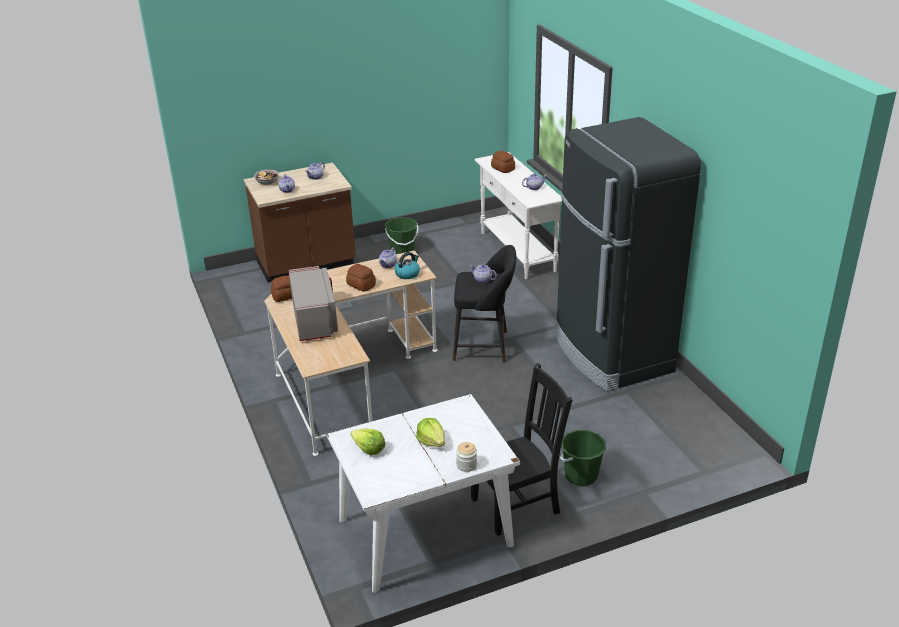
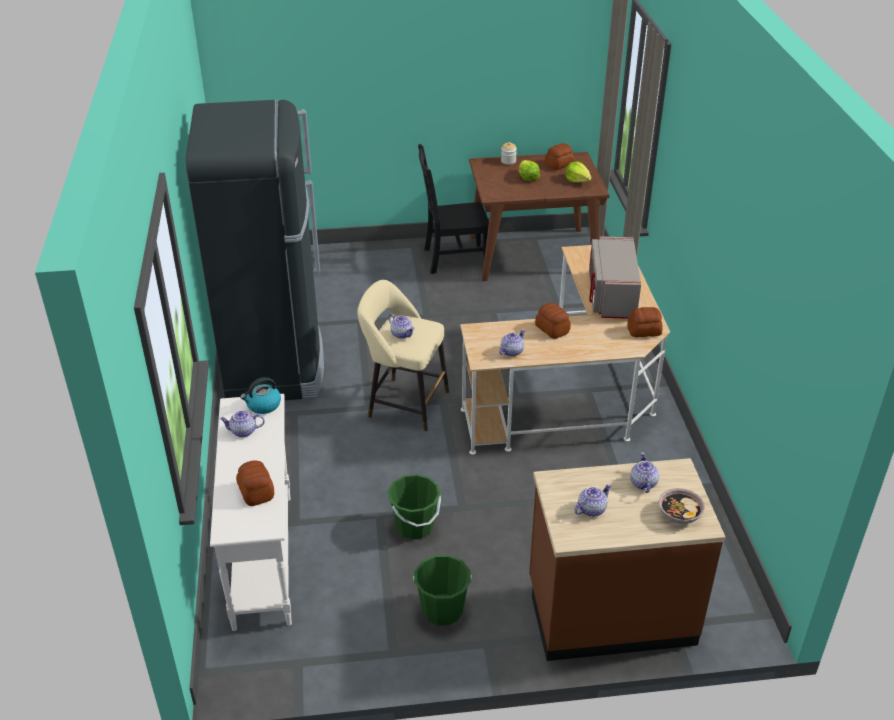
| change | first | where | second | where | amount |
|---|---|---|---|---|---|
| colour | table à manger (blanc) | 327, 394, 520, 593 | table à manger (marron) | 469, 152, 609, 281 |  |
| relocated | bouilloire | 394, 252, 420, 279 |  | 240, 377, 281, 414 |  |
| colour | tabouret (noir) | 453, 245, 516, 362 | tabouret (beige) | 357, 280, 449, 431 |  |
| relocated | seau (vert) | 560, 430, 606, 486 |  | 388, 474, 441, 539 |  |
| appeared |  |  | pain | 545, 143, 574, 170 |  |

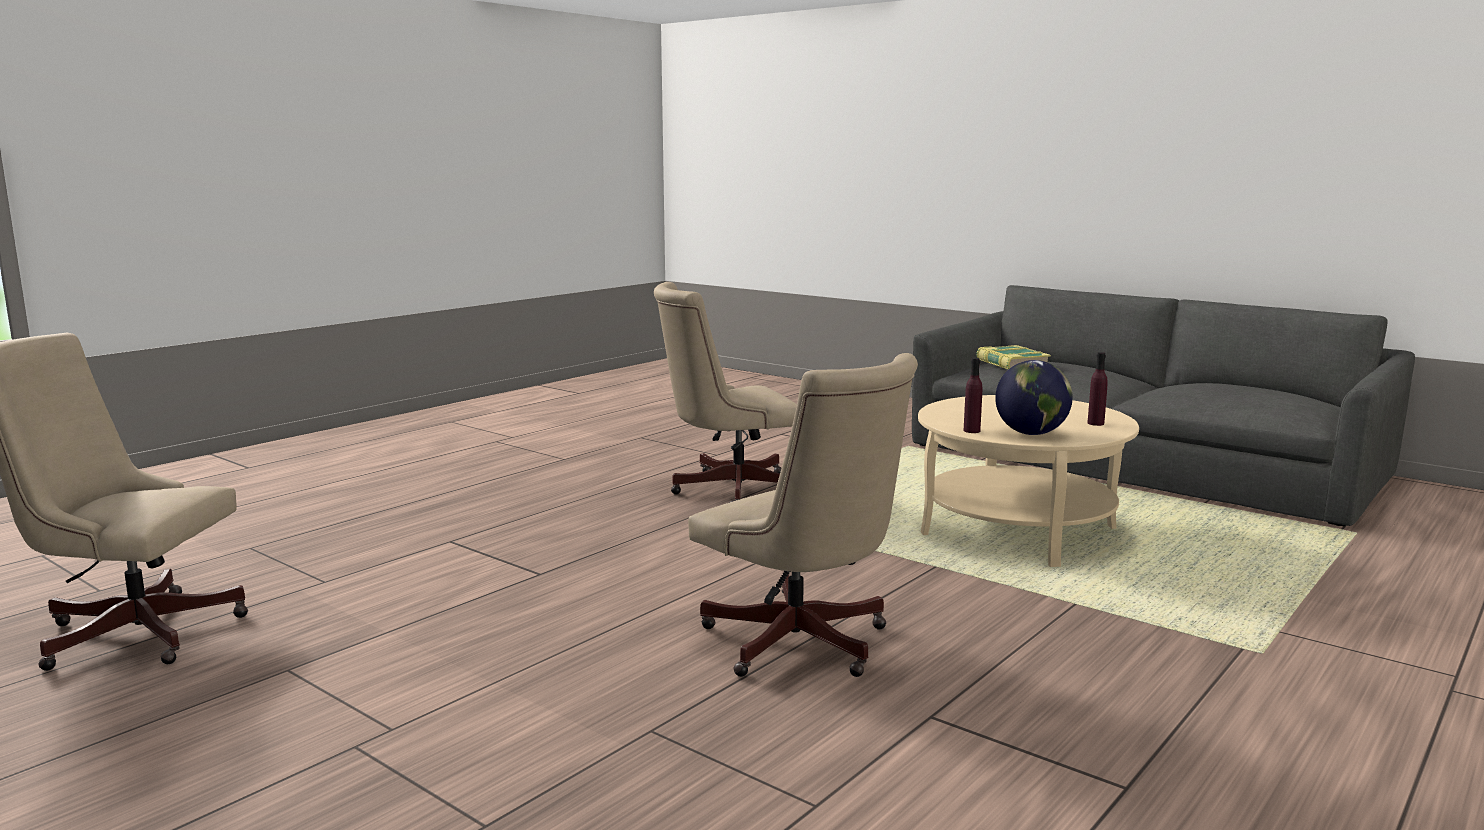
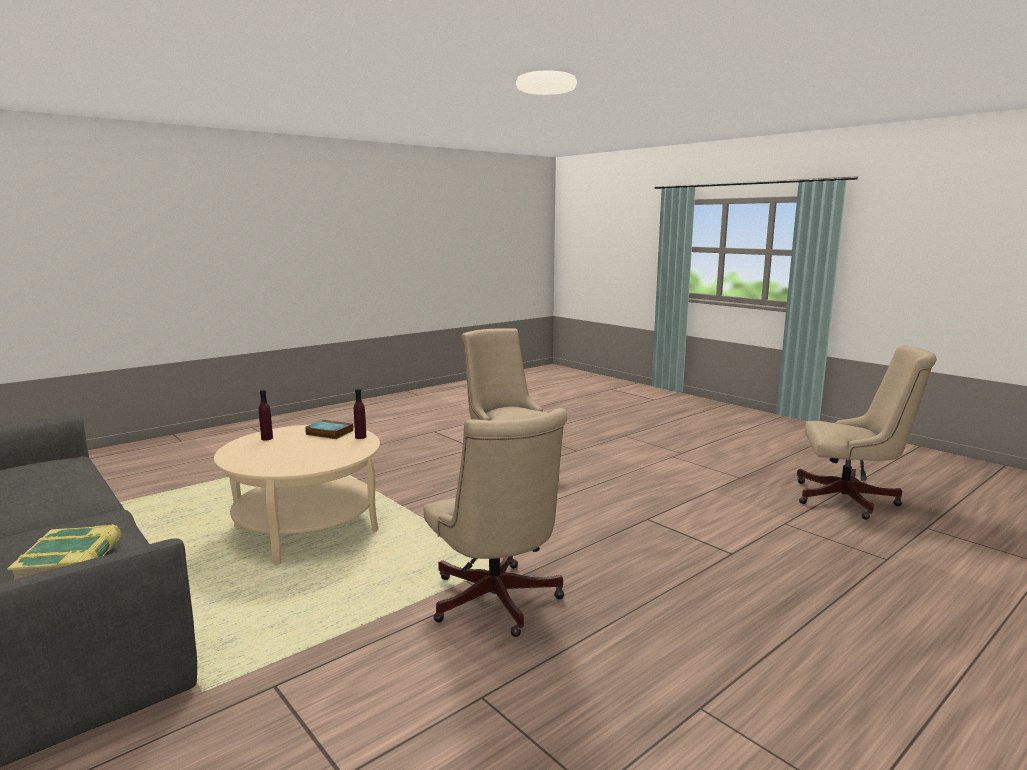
| change | first | where | second | where | amount |
|---|---|---|---|---|---|
| spun | chaise de bureau (beige) | 654, 282, 797, 503 |  | 423, 408, 568, 637 | 75 degrees clockwise |
| exchanged | globe | 995, 360, 1073, 435 | livre | 305, 420, 353, 439 |  |

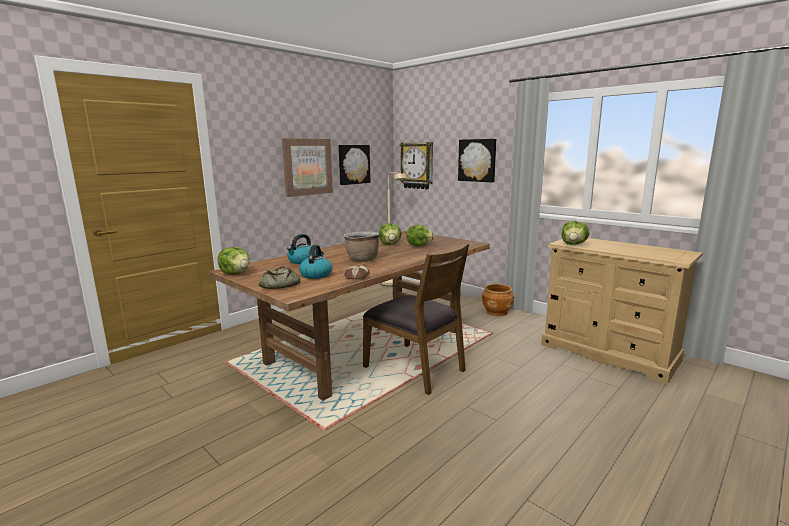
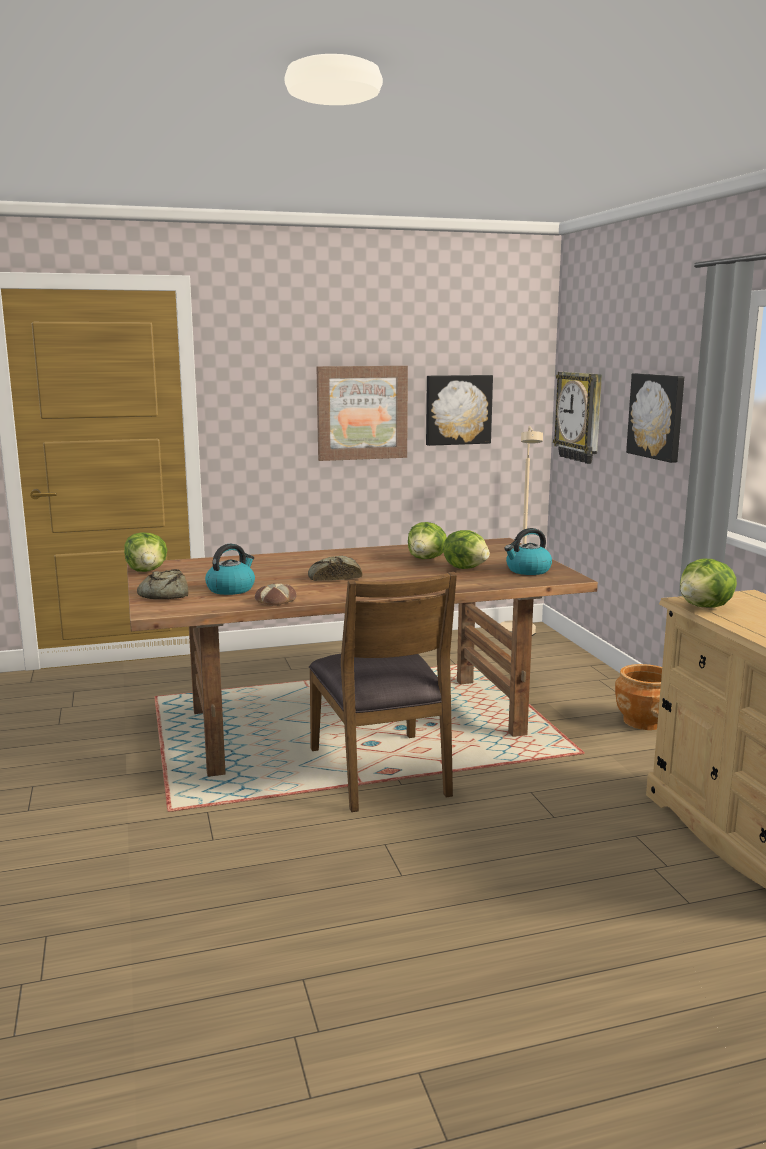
| change | first | where | second | where | amount |
|---|---|---|---|---|---|
| relocated | bouilloire | 287, 234, 317, 264 |  | 504, 528, 552, 575 |  |
| exchanged | marmite (marron) | 344, 231, 379, 261 | pain | 308, 556, 362, 581 |  |

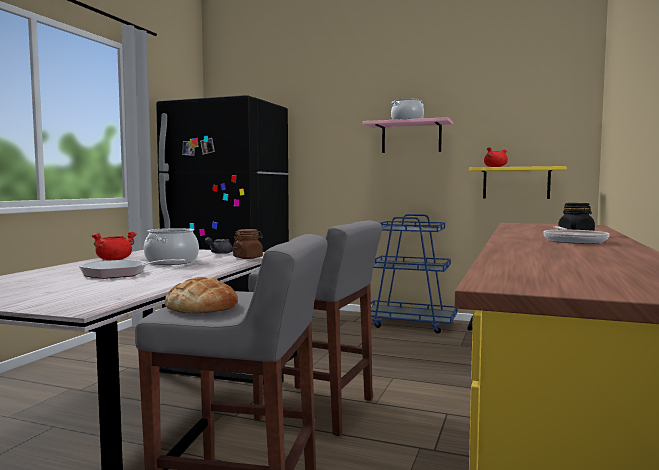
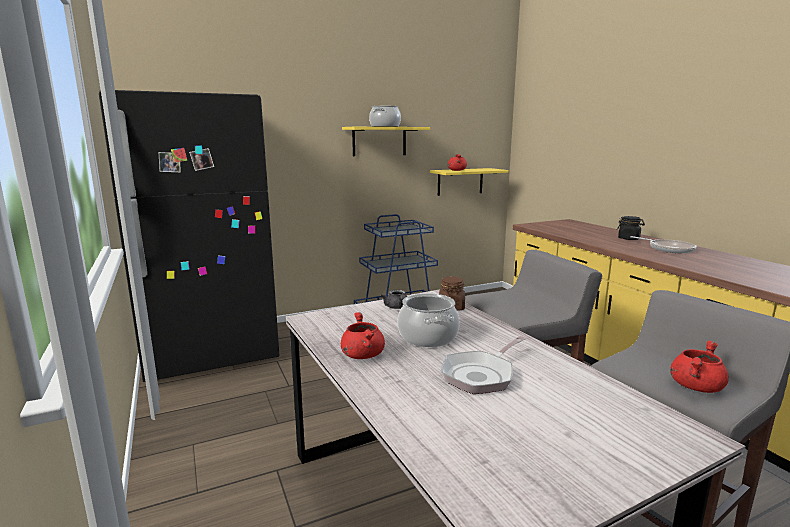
| change | first | where | second | where | amount |
|---|---|---|---|---|---|
| exchanged | pain | 165, 277, 238, 313 | marmite (rouge) | 670, 341, 729, 393 |  |
| colour | étagère (rose) | 363, 117, 453, 153 | étagère (jaune) | 342, 127, 430, 156 |  |

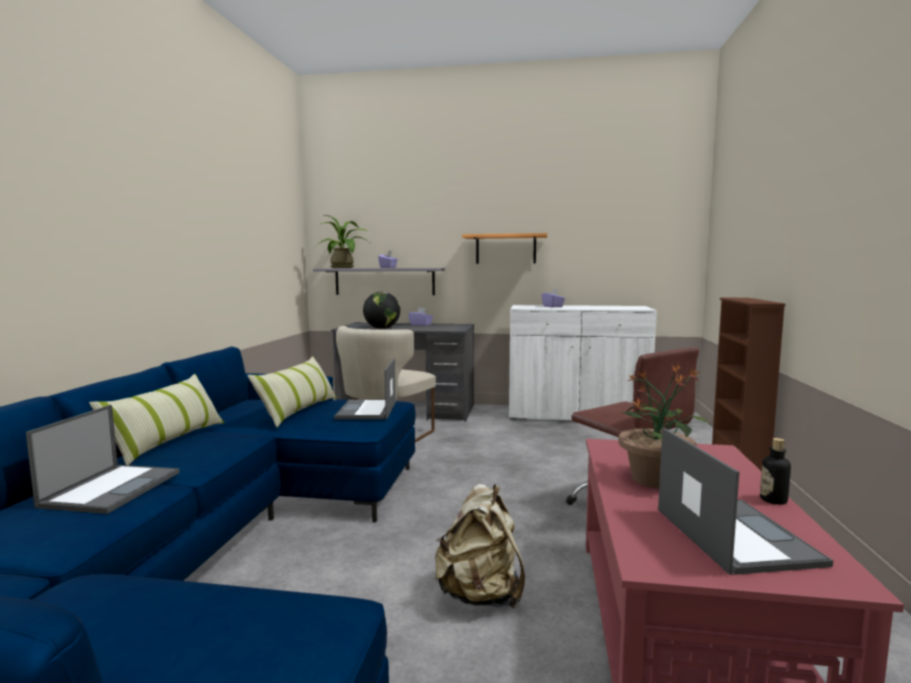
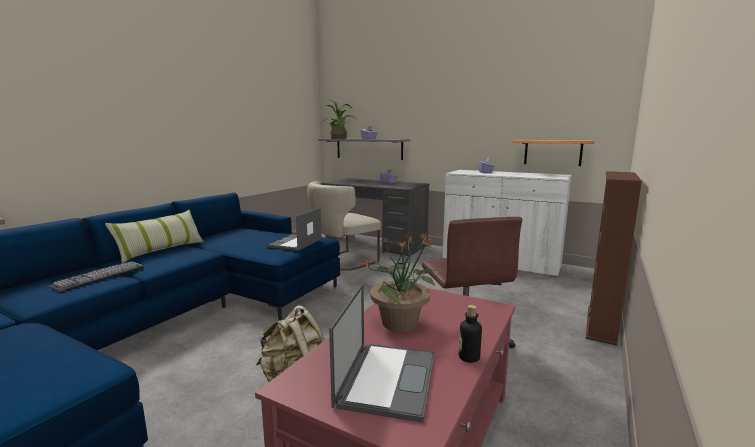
| change | first | where | second | where | amount |
|---|---|---|---|---|---|
| exchanged | ordinateur portable | 26, 405, 180, 514 | clavier | 49, 262, 145, 292 |  |
| missing | coussin | 247, 356, 337, 427 |  |  |  |
| missing | globe | 363, 292, 400, 329 |  |  |  |
| relocated | étagère | 462, 233, 547, 264 |  | 512, 140, 595, 166 |  |

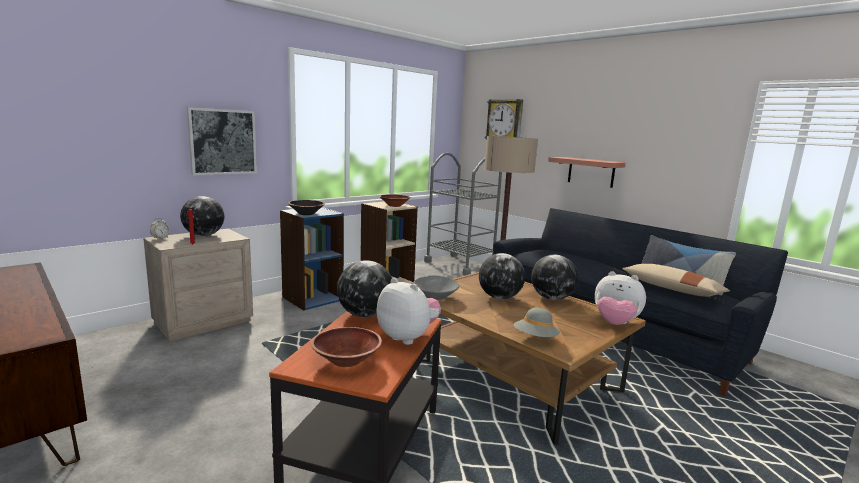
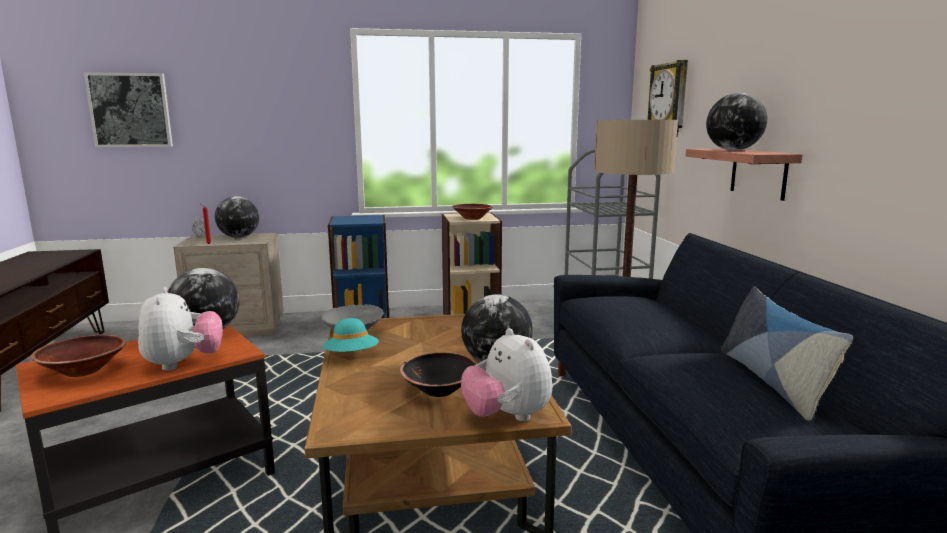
| change | first | where | second | where | amount |
|---|---|---|---|---|---|
| relocated | tableau | 187, 107, 257, 175 |  | 84, 72, 173, 147 |  |
| relocated | bol (noir) | 288, 200, 325, 215 |  | 400, 353, 477, 397 |  |
| relocated | globe | 479, 253, 525, 299 |  | 706, 93, 767, 151 |  |
| missing | chapeau (gris) | 514, 308, 560, 337 |  |  |  |
| missing | coussin (beige) | 622, 264, 730, 297 |  |  |  |
| appeared |  |  | chapeau (turquoise) | 323, 318, 379, 352 |  |

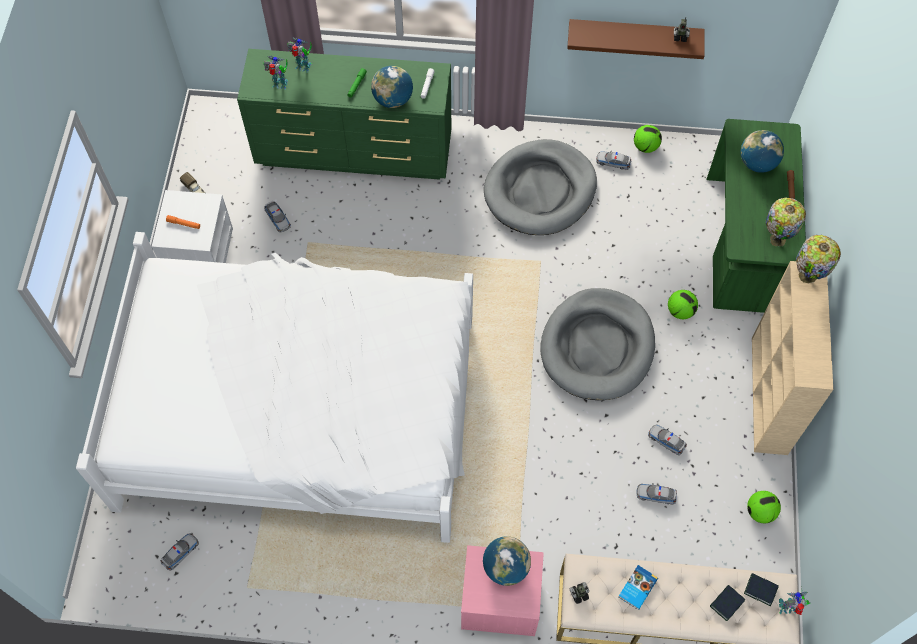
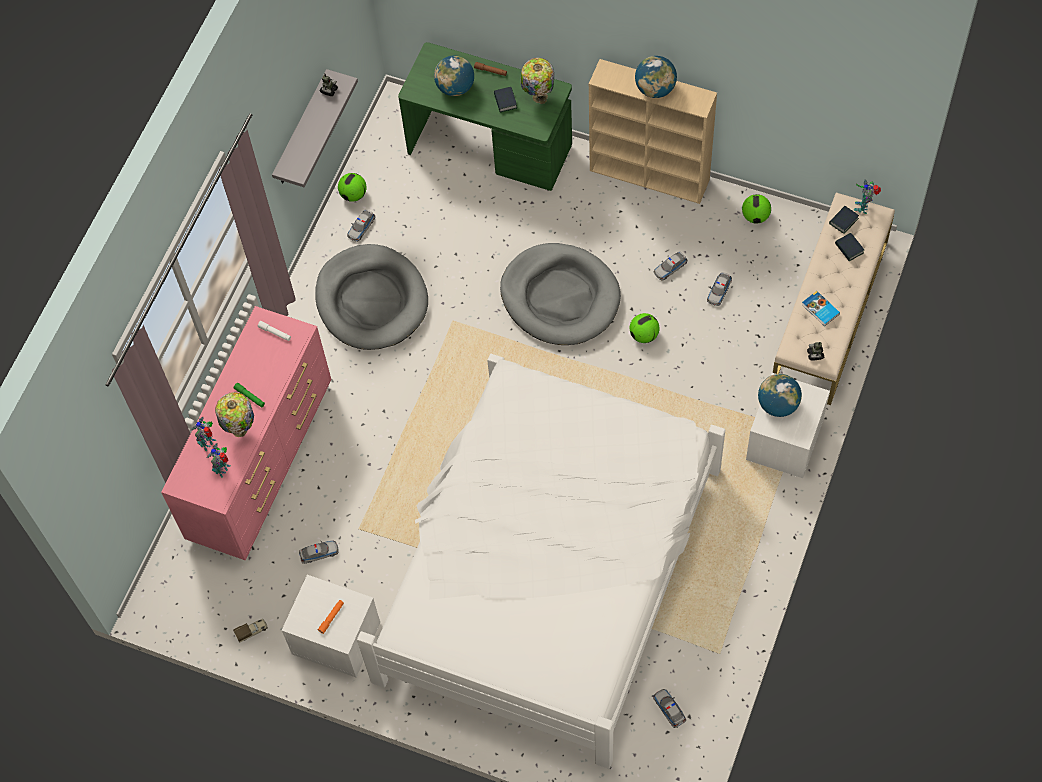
| change | first | where | second | where | amount |
|---|---|---|---|---|---|
| colour | commode (vert) | 237, 49, 451, 180 | commode (rose) | 161, 306, 332, 560 |  |
| relocated | globe | 371, 66, 413, 108 |  | 635, 56, 677, 98 |  |
| colour | table de chevet (rose) | 461, 545, 544, 636 | table de chevet (blanc) | 746, 373, 830, 478 |  |
| colour | étagère (marron) | 567, 19, 705, 59 | étagère (gris) | 272, 69, 358, 187 |  |
| relocated | ballon de foot | 668, 290, 698, 319 |  | 630, 313, 660, 343 |  |
| relocated | lampe de table | 796, 235, 841, 283 |  | 215, 392, 254, 437 |  |
| appeared |  |  | livre | 494, 87, 517, 112 |  |

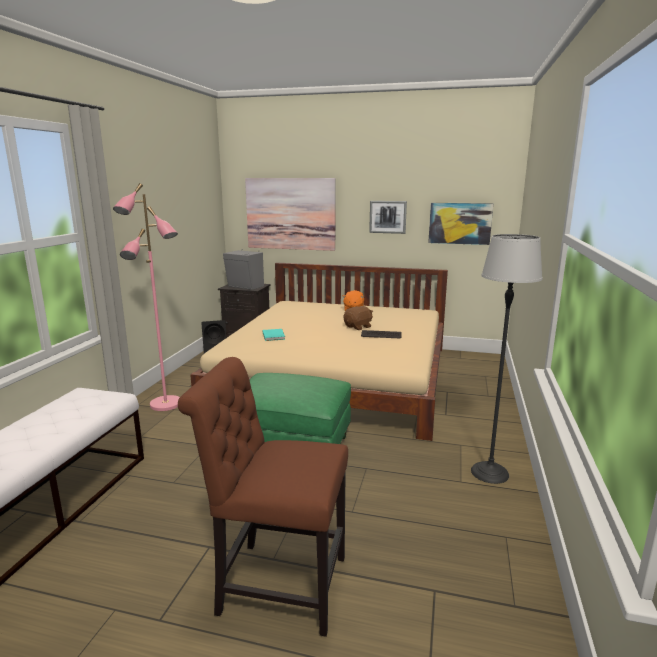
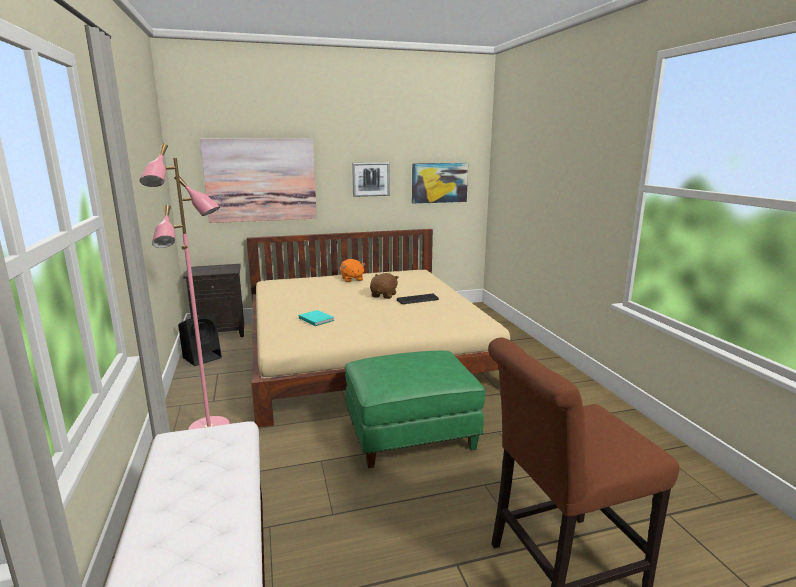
| change | first | where | second | where | amount |
|---|---|---|---|---|---|
| missing | enceinte (gris) | 223, 249, 264, 290 |  |  |  |
| missing | lampadaire | 471, 234, 542, 484 |  |  |  |

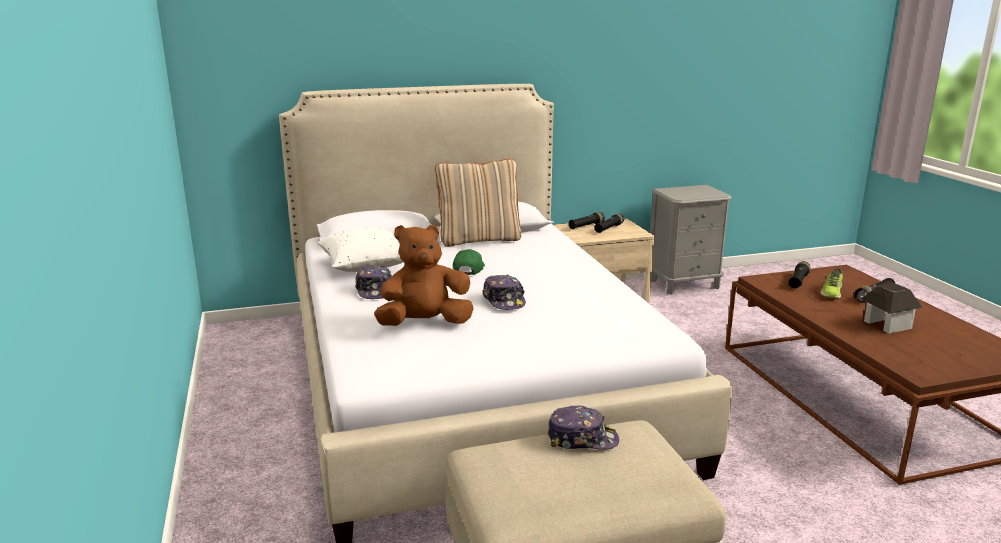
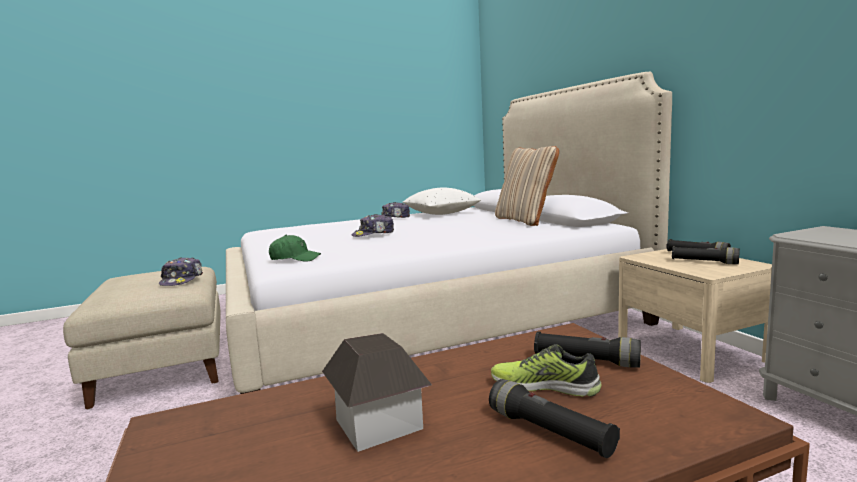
| change | first | where | second | where | amount |
|---|---|---|---|---|---|
| missing | peluche (marron) | 374, 225, 474, 326 |  |  |  |
| relocated | casquette (vert) | 453, 249, 485, 275 |  | 269, 235, 321, 262 |  |

